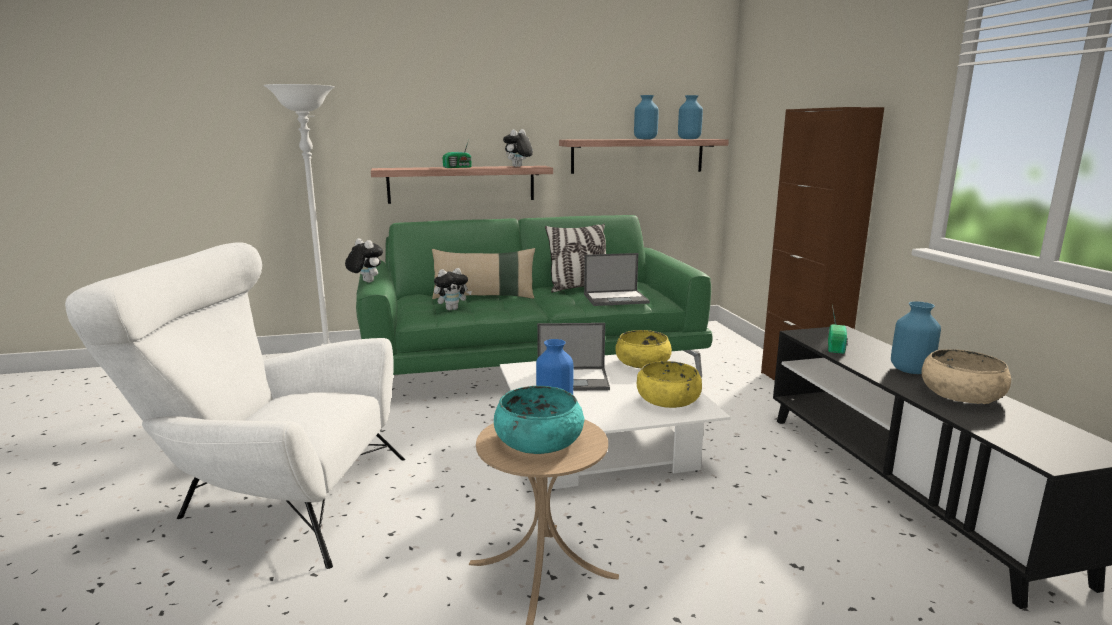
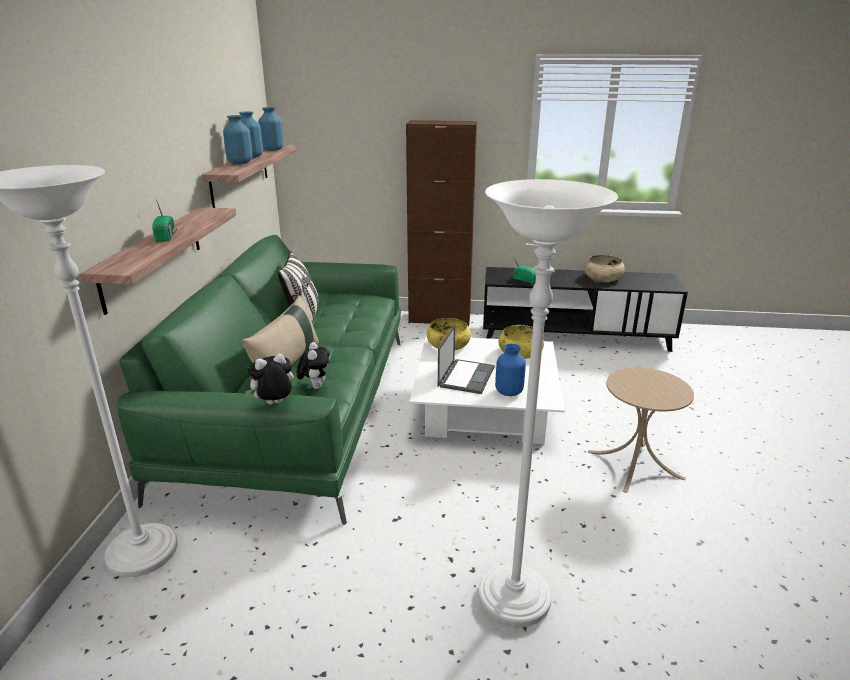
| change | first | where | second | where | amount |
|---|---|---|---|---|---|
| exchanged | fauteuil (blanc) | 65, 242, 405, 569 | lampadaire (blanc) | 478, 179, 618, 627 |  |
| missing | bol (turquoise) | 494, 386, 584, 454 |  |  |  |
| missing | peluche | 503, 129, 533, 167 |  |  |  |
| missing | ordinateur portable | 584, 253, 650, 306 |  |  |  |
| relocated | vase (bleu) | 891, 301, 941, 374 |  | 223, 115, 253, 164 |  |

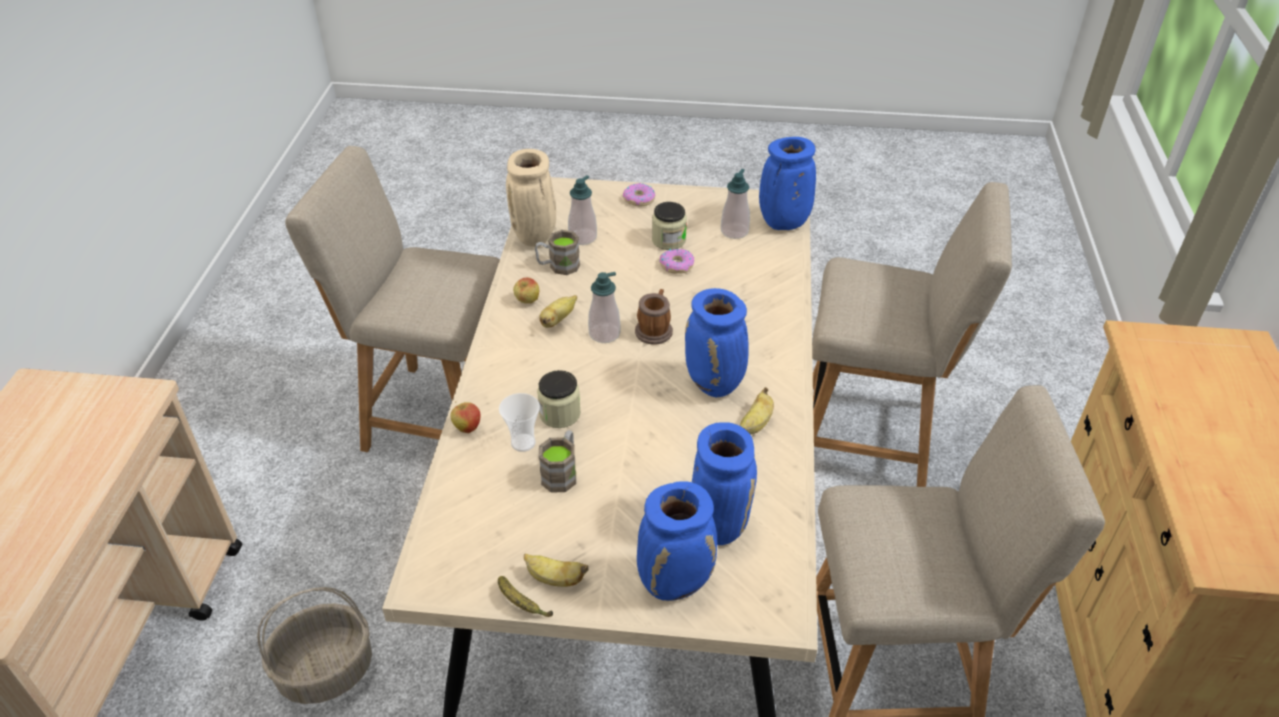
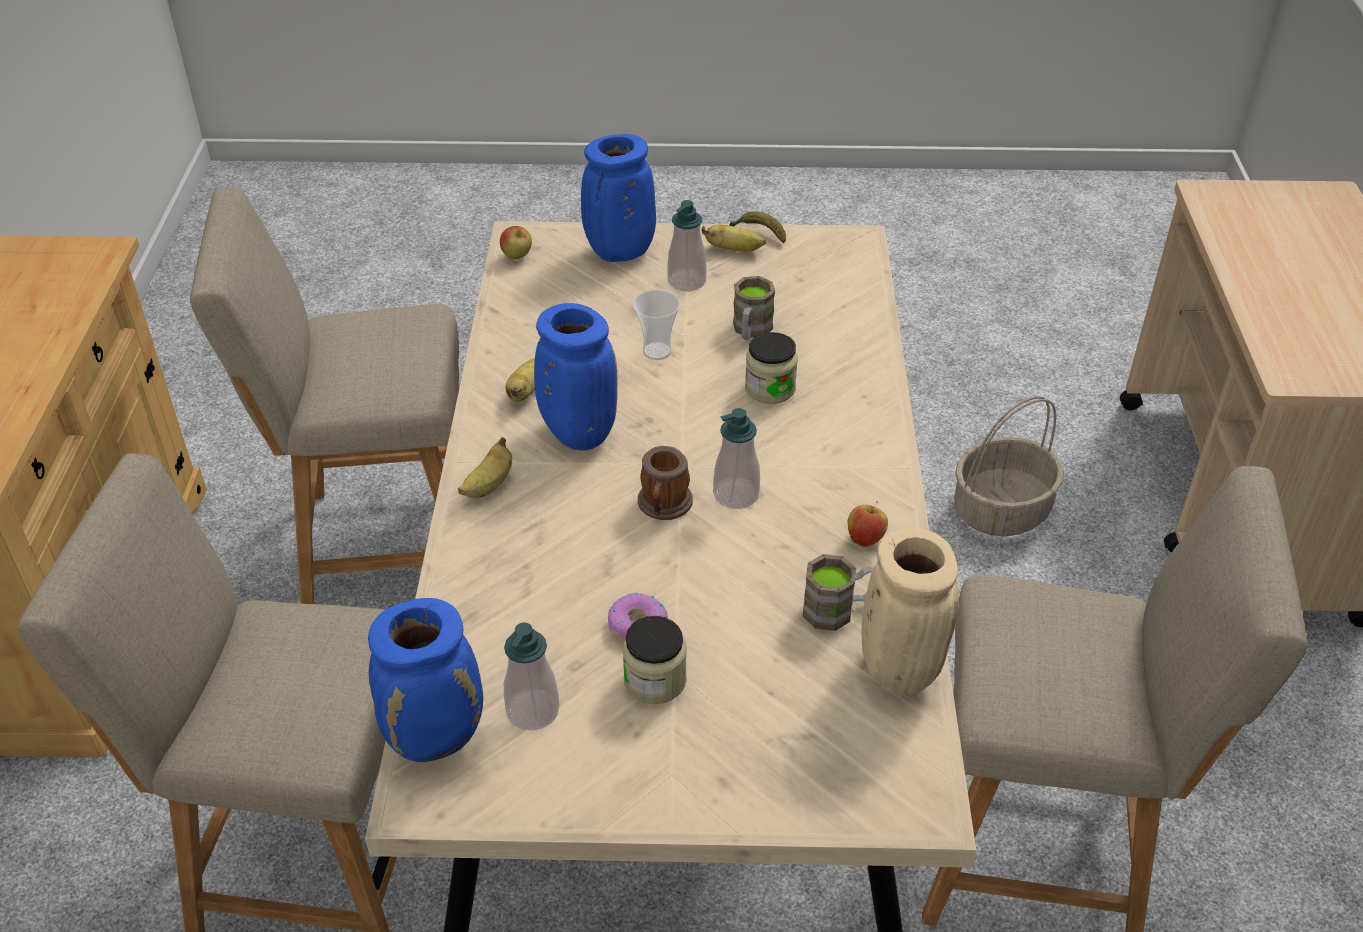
| change | first | where | second | where | amount |
|---|---|---|---|---|---|
| relocated | pomme | 451, 401, 481, 433 |  | 500, 226, 532, 260 |  |
| relocated | tasse | 499, 393, 540, 452 |  | 633, 290, 680, 360 |  |
| relocated | banane | 540, 295, 577, 328 |  | 458, 437, 512, 498 |  |
| relocated | distributeur de savon | 568, 175, 597, 245 |  | 668, 200, 706, 291 |  |
| missing | beignet | 623, 183, 655, 206 |  |  |  |
| missing | vase (bleu) | 692, 422, 757, 545 |  |  |  |

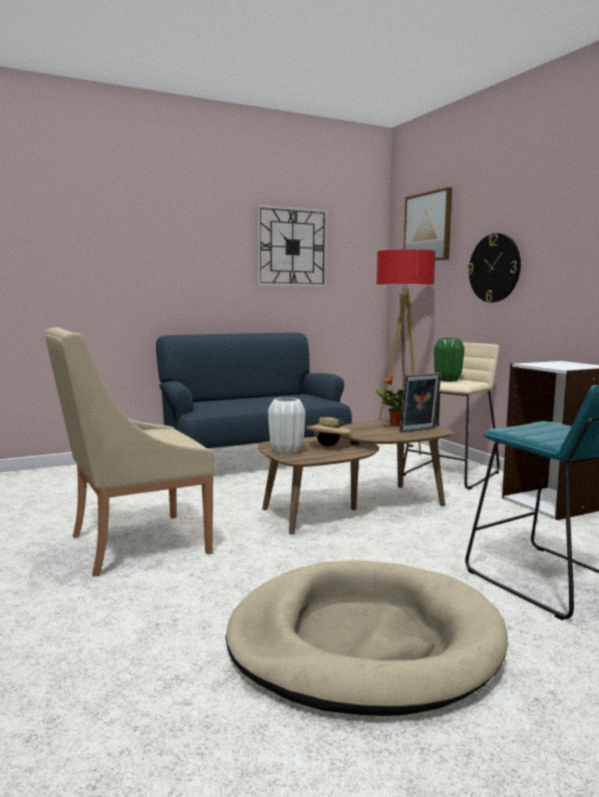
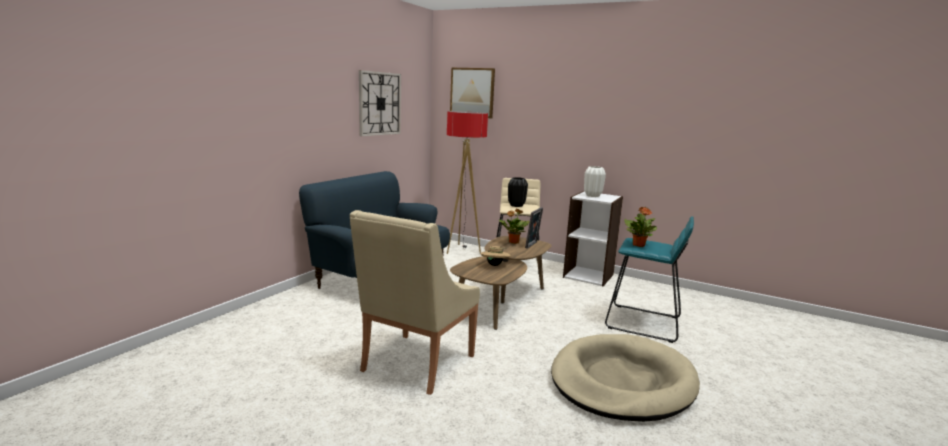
| change | first | where | second | where | amount |
|---|---|---|---|---|---|
| relocated | vase (blanc) | 268, 398, 305, 455 |  | 584, 166, 606, 197 |  |
| colour | vase (vert) | 434, 338, 465, 382 | vase (noir) | 508, 177, 528, 207 |  |
| missing | horloge murale | 468, 233, 521, 302 |  |  |  |
| appeared |  |  | plante en pot | 624, 207, 657, 247 |  |

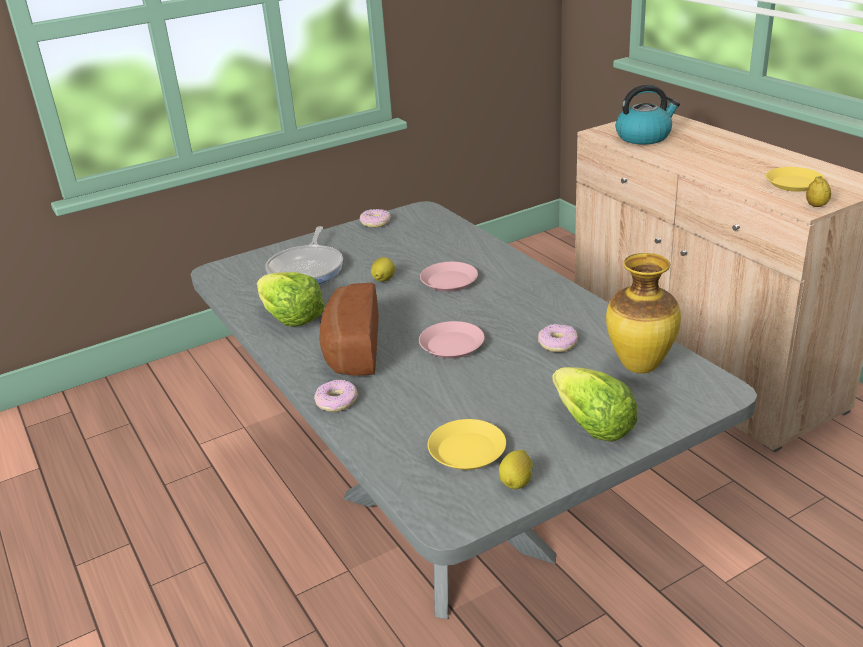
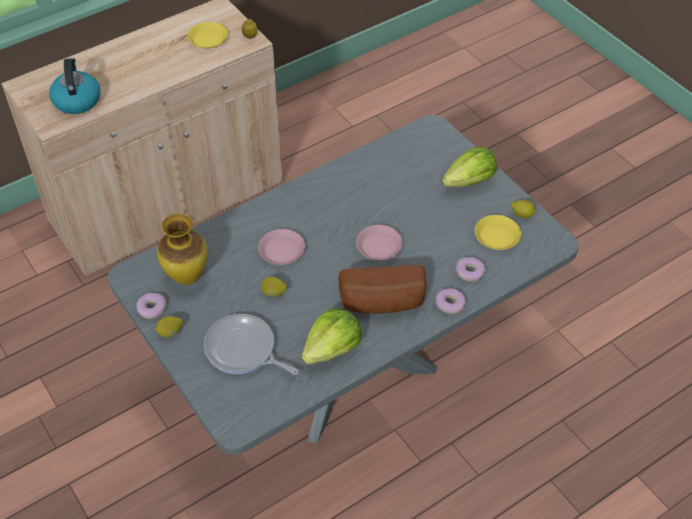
| change | first | where | second | where | amount |
|---|---|---|---|---|---|
| spun | poêle | 265, 226, 343, 284 |  | 204, 314, 299, 375 | 150 degrees counterclockwise |
| relocated | beignet | 538, 324, 578, 352 |  | 456, 257, 485, 282 |  |
| relocated | vase | 606, 253, 681, 374 |  | 157, 214, 208, 285 |  |
| appeared |  |  | citron | 155, 316, 183, 337 |  |

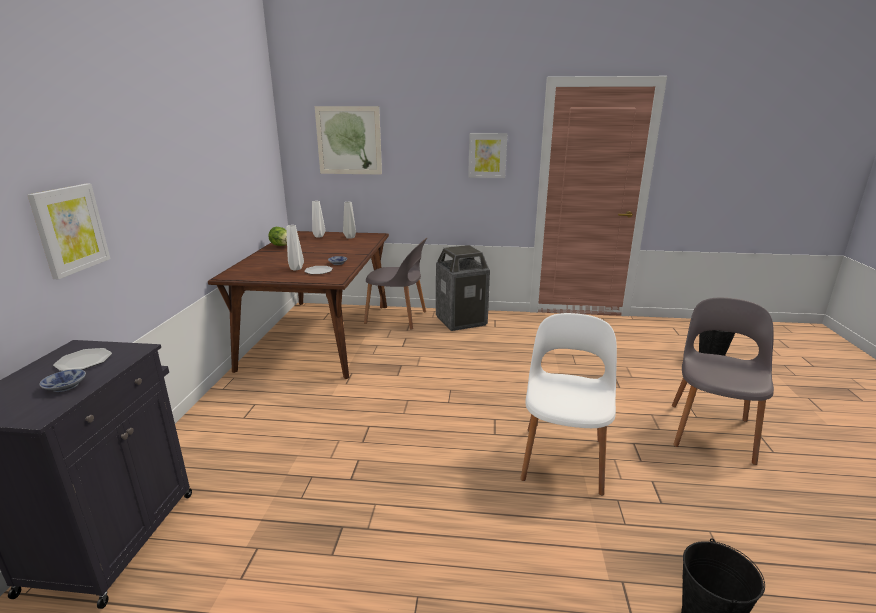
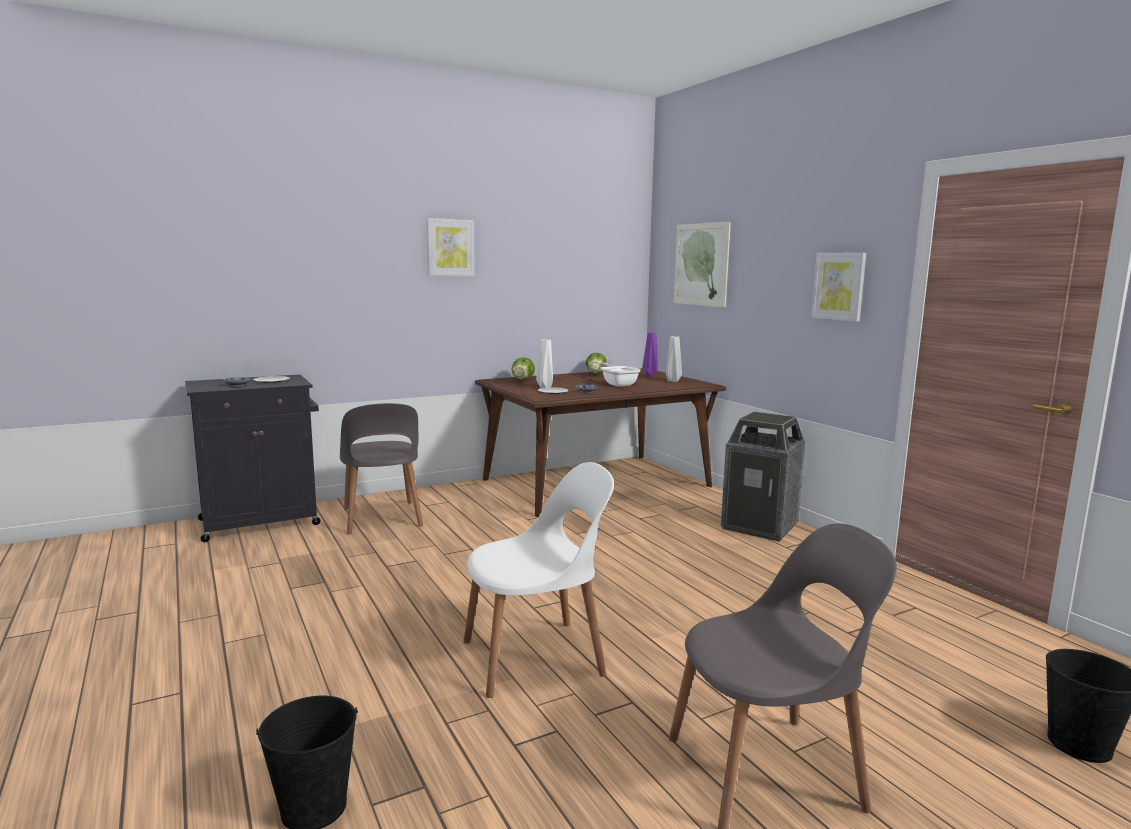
| change | first | where | second | where | amount |
|---|---|---|---|---|---|
| relocated | tableau | 28, 184, 110, 279 |  | 427, 218, 475, 276 |  |
| colour | vase (blanc) | 312, 201, 326, 238 | vase (violet) | 642, 332, 658, 376 |  |
| relocated | chaise (gris) | 364, 238, 427, 330 |  | 340, 403, 423, 534 |  |
| appeared |  |  | laitue | 512, 358, 535, 380 |  |
| appeared |  |  | poêle | 600, 363, 641, 387 |  |

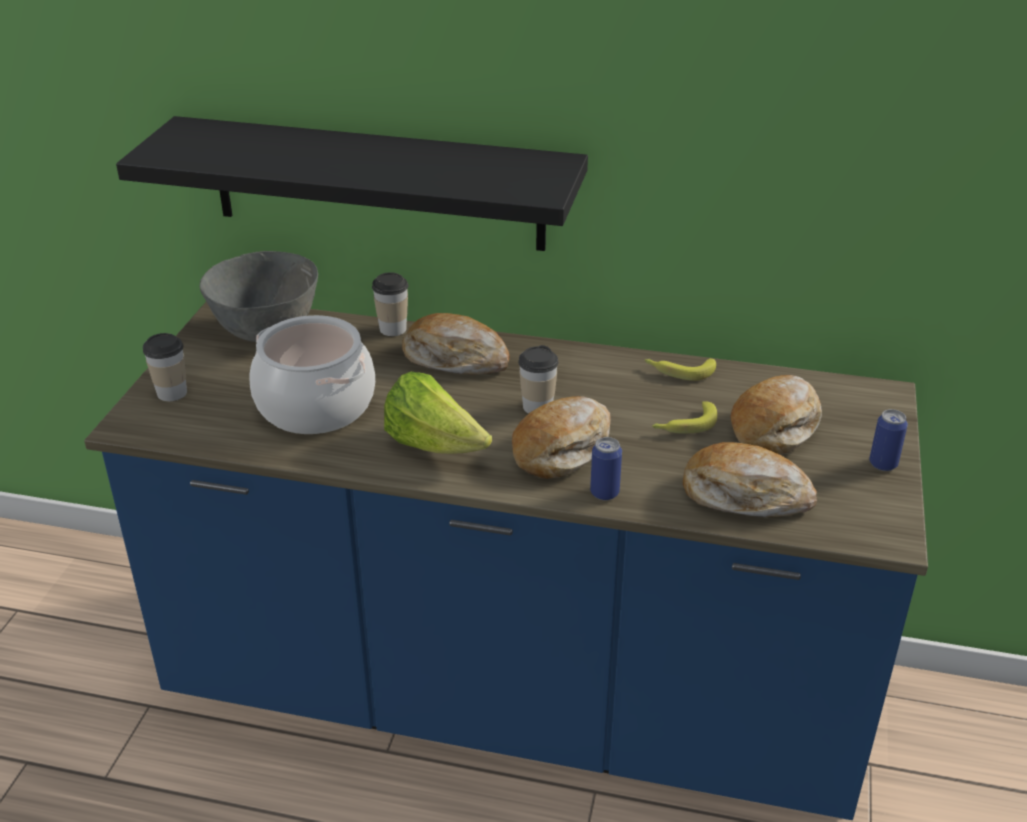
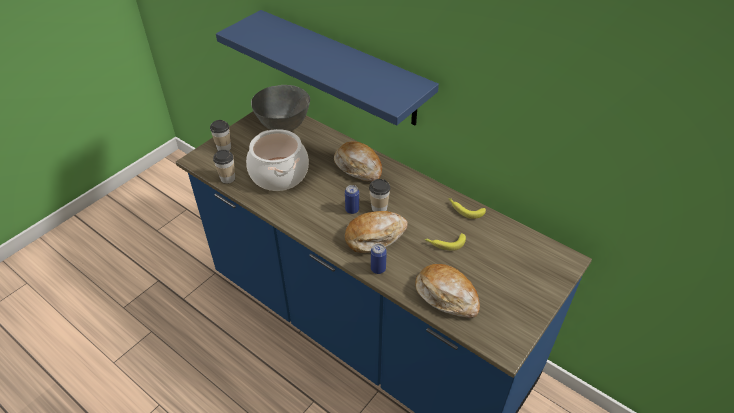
| change | first | where | second | where | amount |
|---|---|---|---|---|---|
| colour | étagère (noir) | 116, 116, 588, 251 | étagère (bleu) | 216, 10, 439, 126 |  |
| relocated | tasse | 372, 272, 408, 336 |  | 213, 150, 235, 184 |  |
| missing | laitue | 384, 372, 492, 454 |  |  |  |
| missing | pain | 731, 375, 822, 454 |  |  |  |
| relocated | boîte métallique | 869, 409, 908, 471 |  | 345, 185, 359, 214 |  |

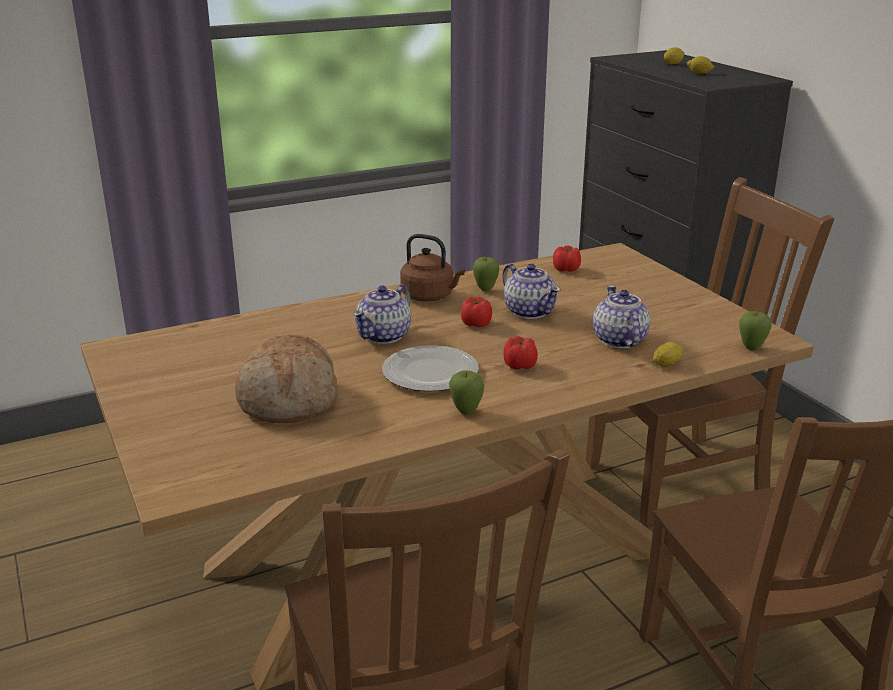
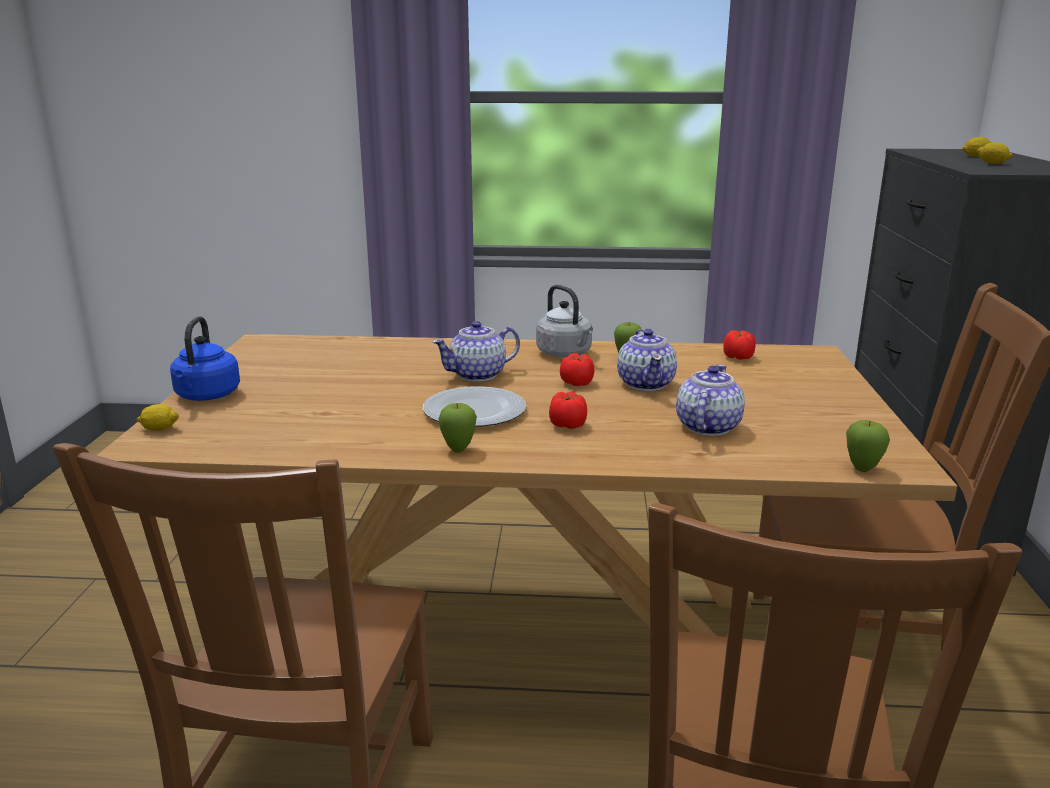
| change | first | where | second | where | amount |
|---|---|---|---|---|---|
| missing | pain | 235, 334, 338, 423 |  |  |  |
| colour | bouilloire (marron) | 400, 234, 465, 302 | bouilloire (gris) | 536, 285, 593, 357 |  |
| relocated | citron | 653, 342, 684, 367 |  | 136, 404, 179, 431 |  |
| appeared |  |  | bouilloire (bleu) | 170, 316, 240, 401 |  |

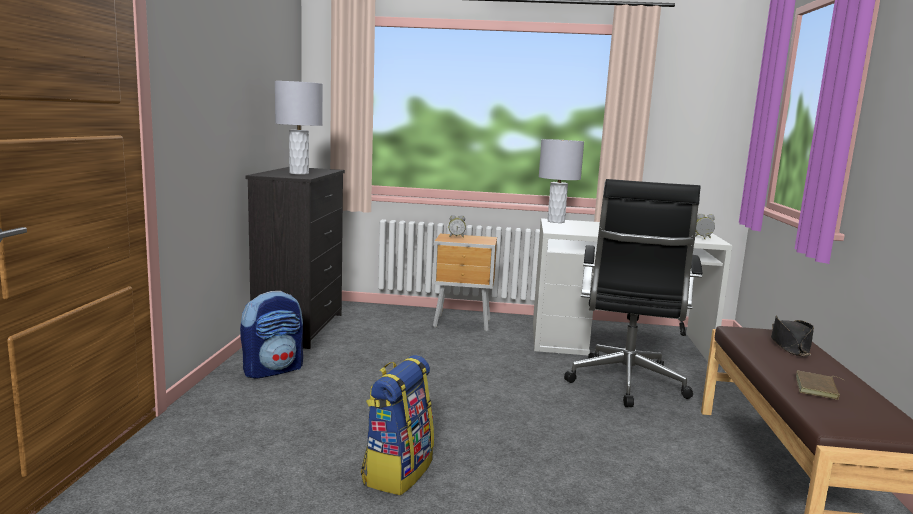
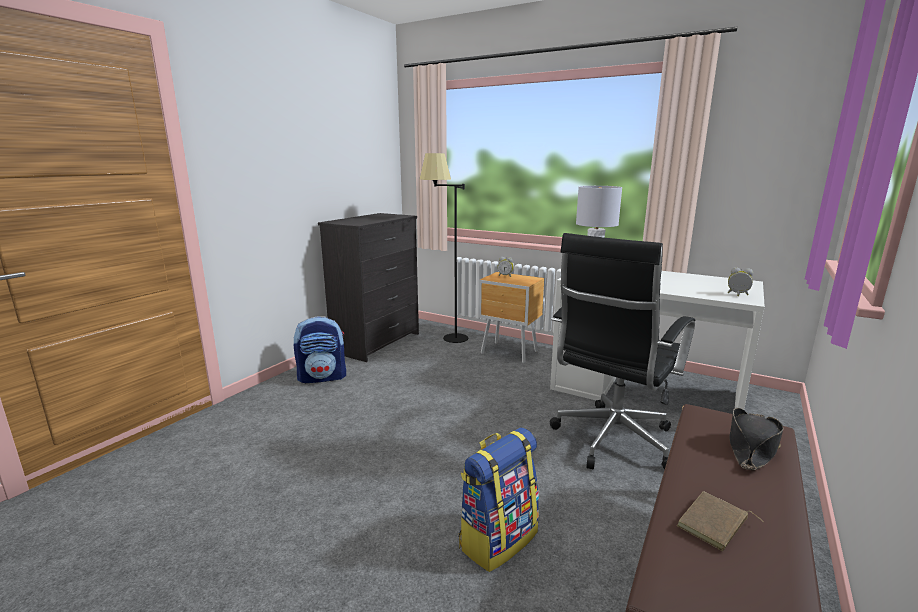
| change | first | where | second | where | amount |
|---|---|---|---|---|---|
| missing | lampe de table (gris) | 275, 81, 323, 174 |  |  |  |
| relocated | sac à dos | 361, 355, 434, 495 |  | 459, 427, 539, 572 |  |
| appeared |  |  | lampadaire (noir) | 420, 153, 469, 343 |  |

